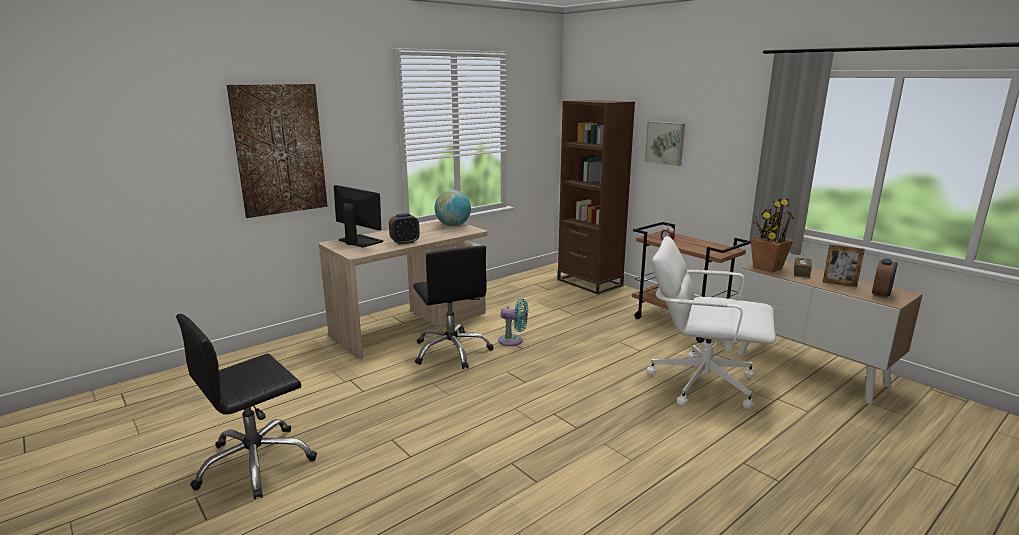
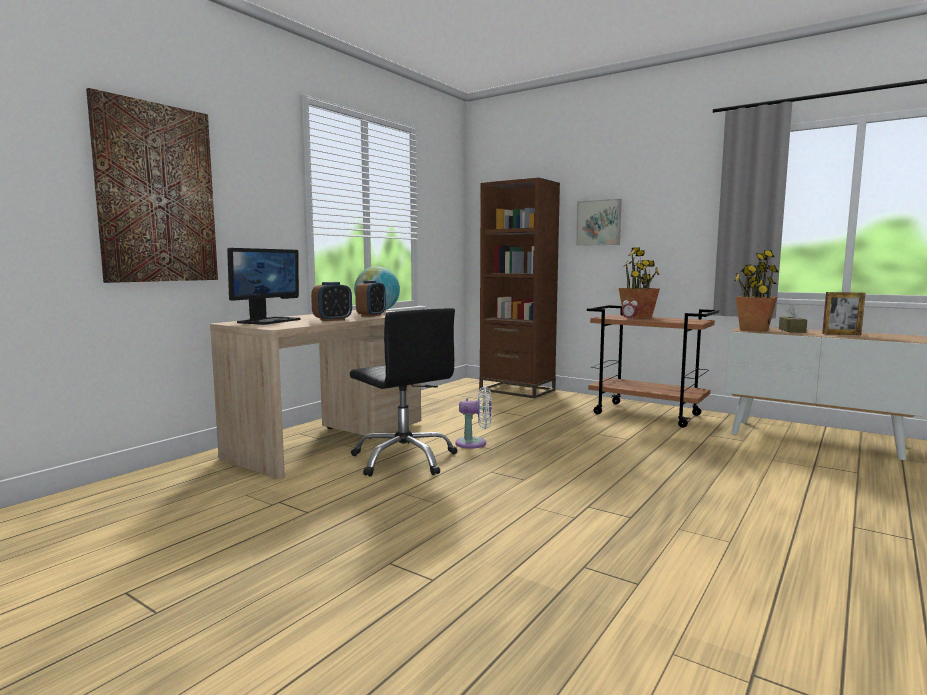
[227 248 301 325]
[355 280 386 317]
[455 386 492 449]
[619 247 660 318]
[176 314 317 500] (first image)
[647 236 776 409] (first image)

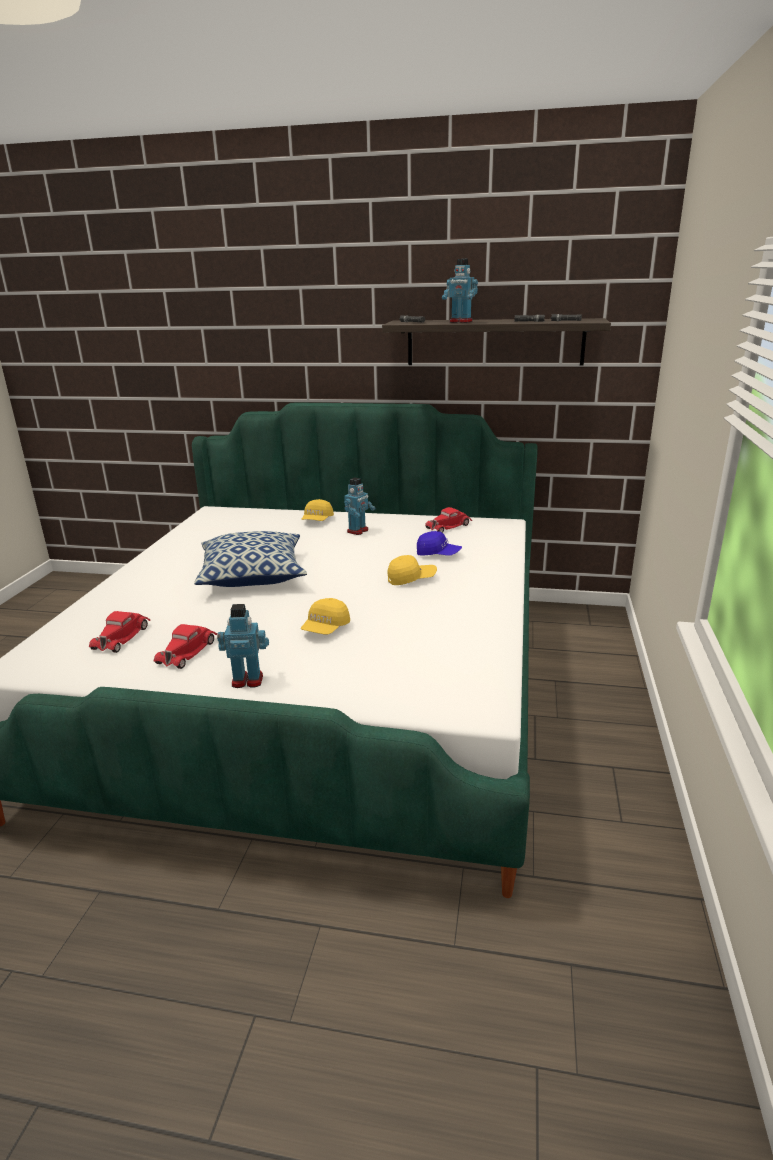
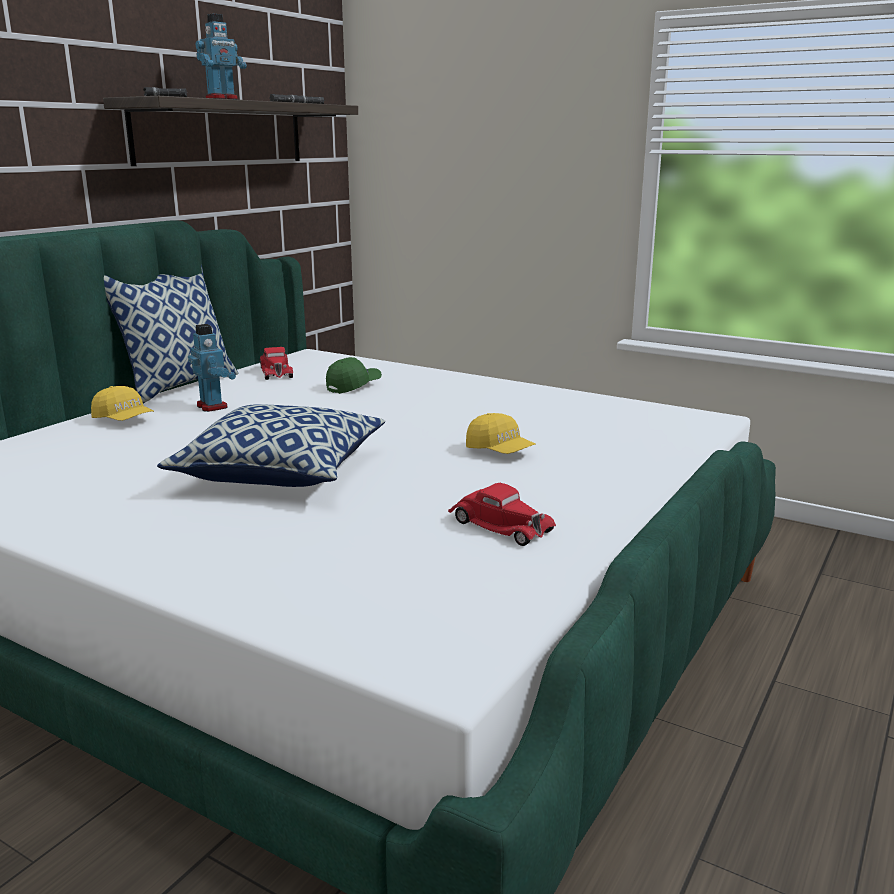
[104 264 238 404]
[326 357 382 394]
[89 611 150 653] (first image)
[217 604 269 688] (first image)
[388 555 437 585] (first image)

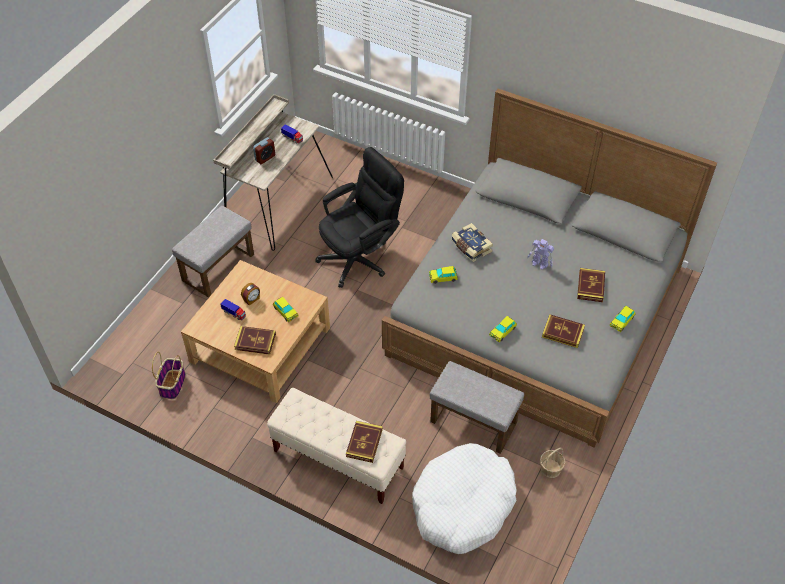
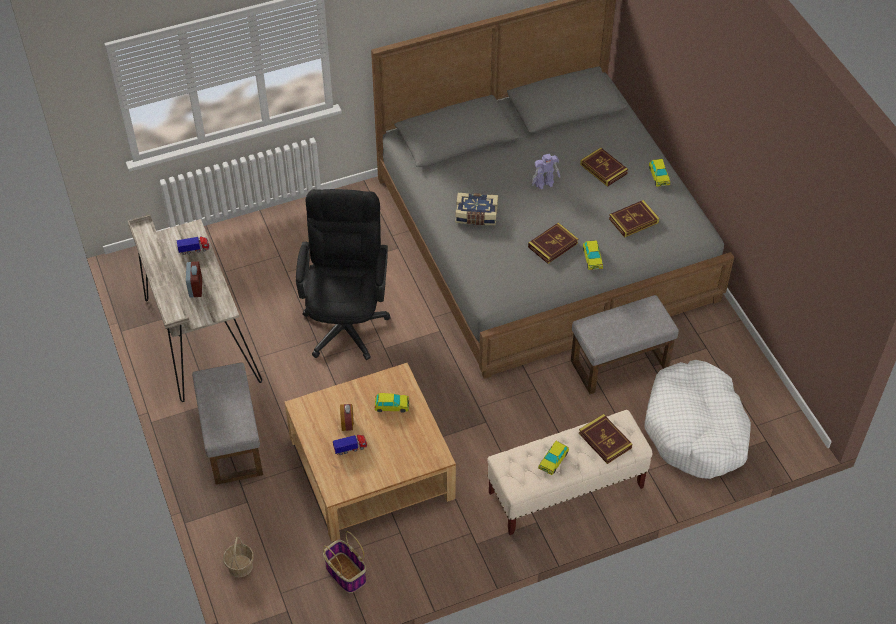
[223 537 254 577]
[528 223 578 264]
[538 441 569 475]

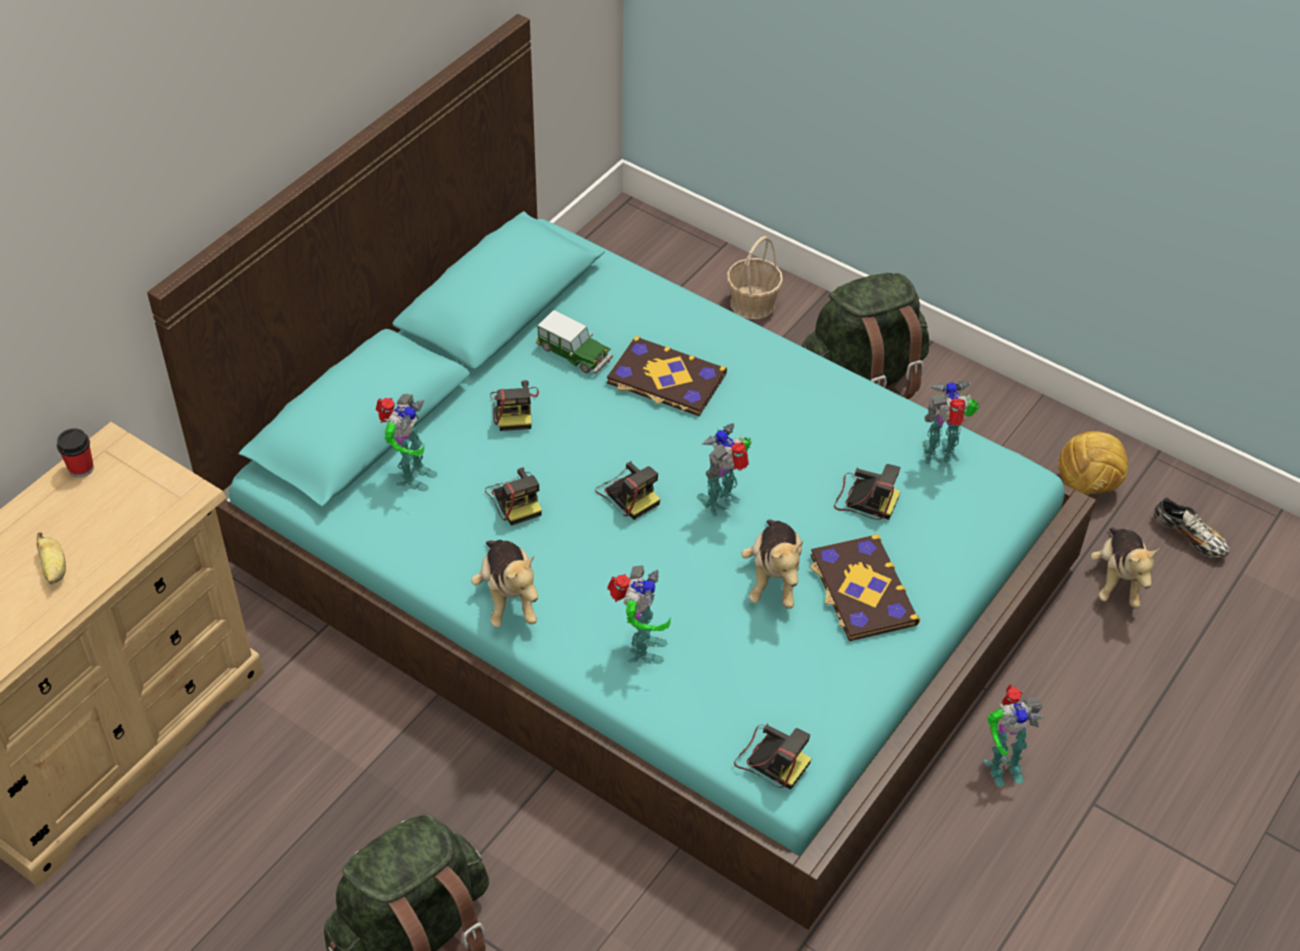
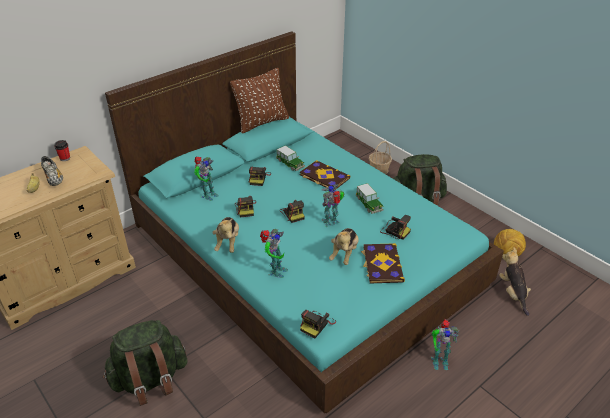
[41 156 63 186]
[230 68 289 133]
[300 310 336 338]
[356 183 384 214]
[499 247 531 316]
[923 381 980 464] (first image)

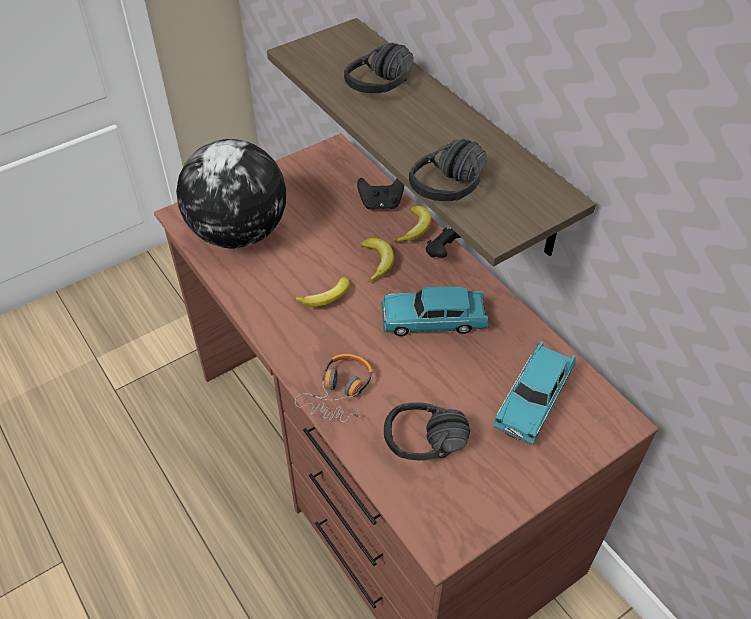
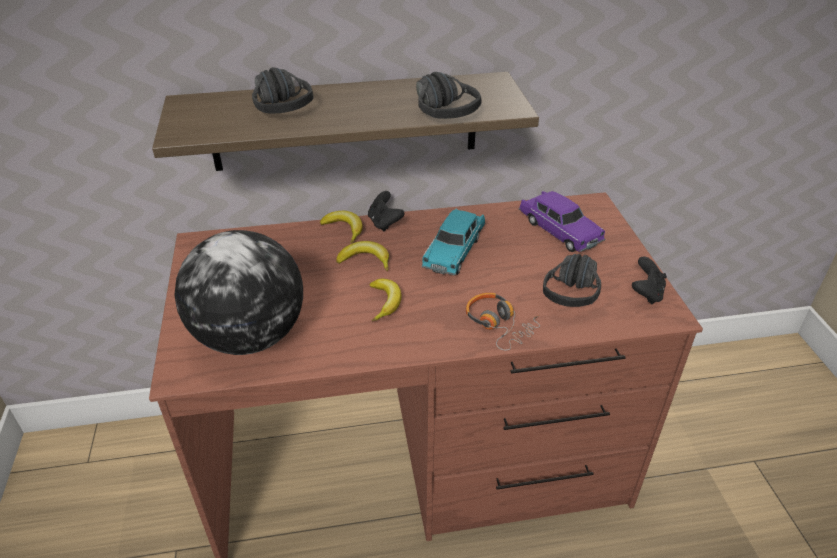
[518 191 605 252]
[632 256 667 304]

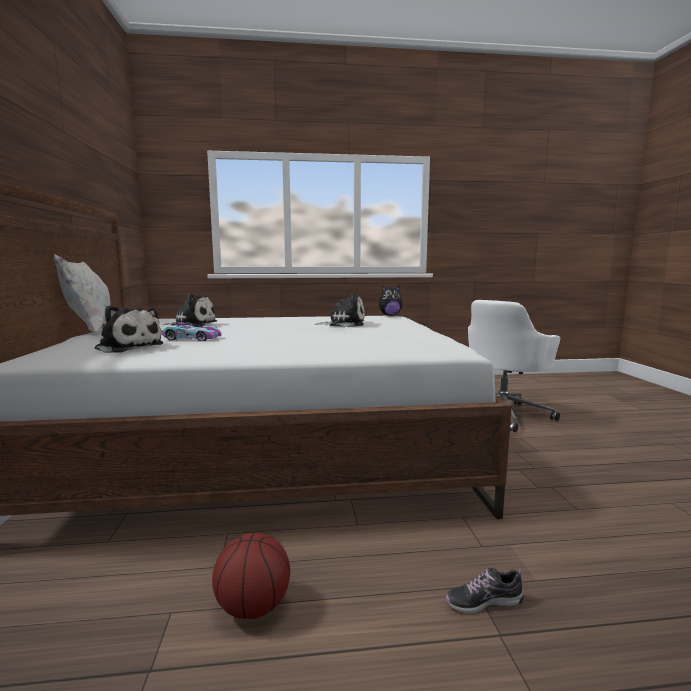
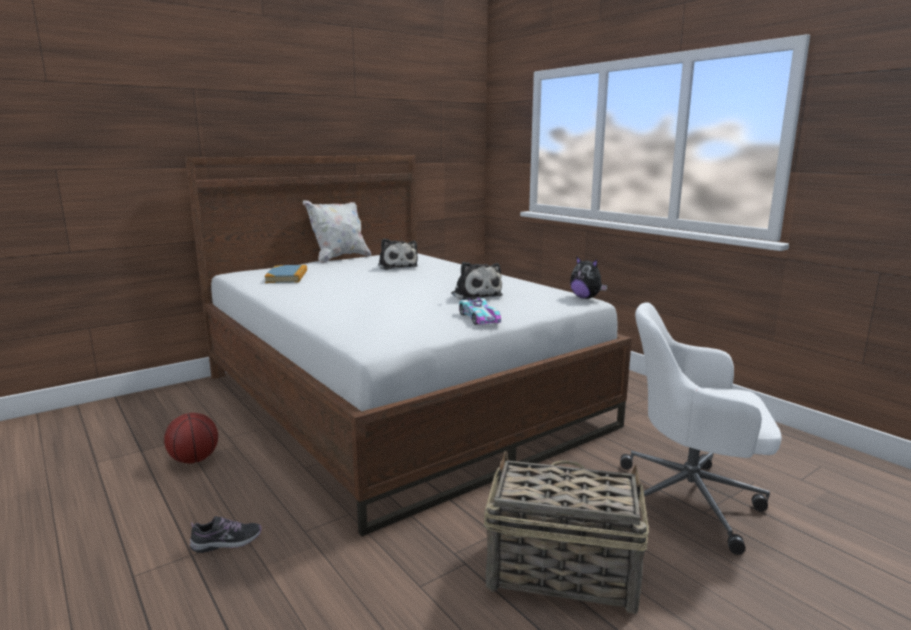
[190 516 261 553]
[264 265 307 283]
[459 297 501 325]
[484 451 649 614]

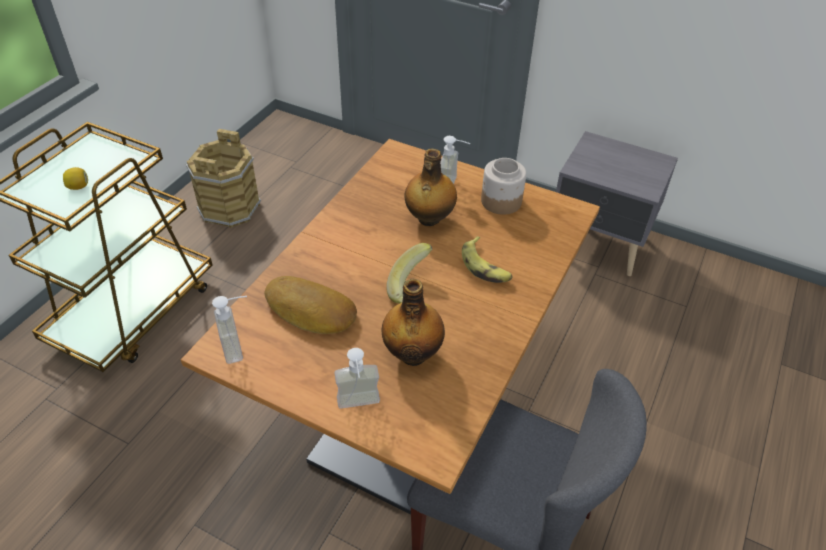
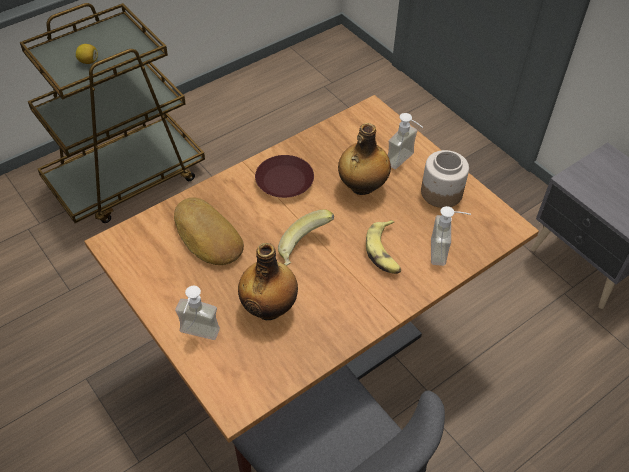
[255 155 314 198]
[431 206 471 266]
[186 129 261 228] (first image)

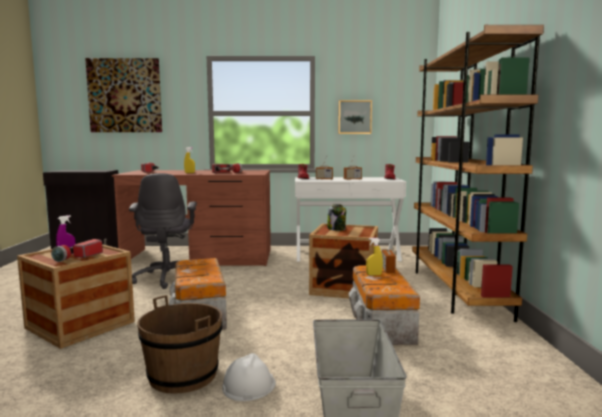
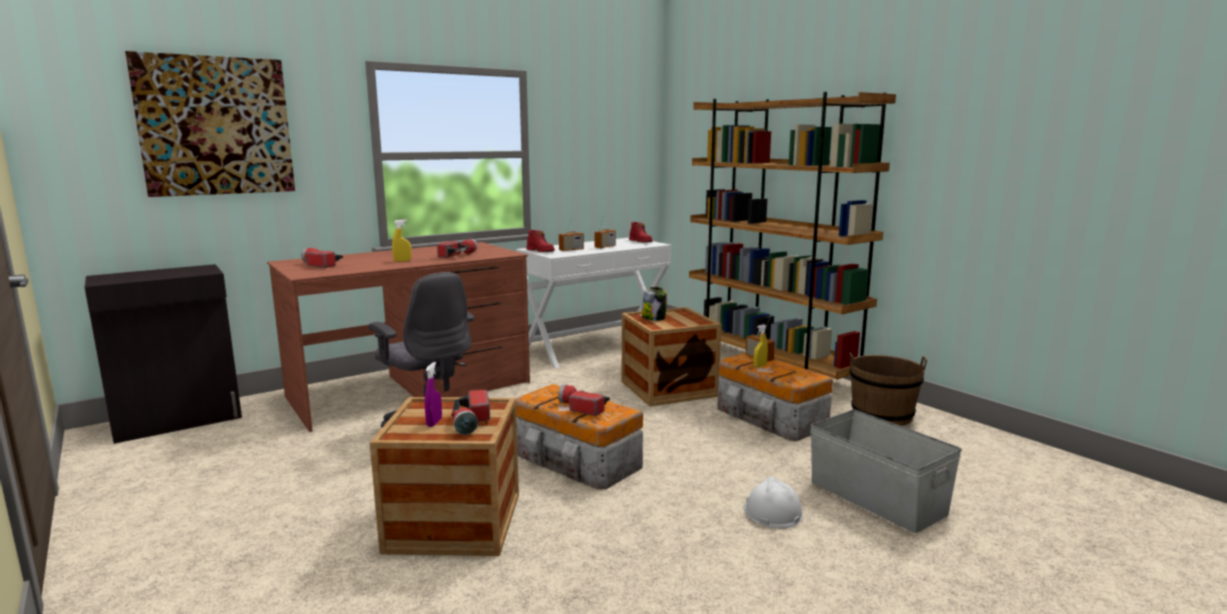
[558 384 610 416]
[850 353 927 426]
[338 100 372 134] (first image)

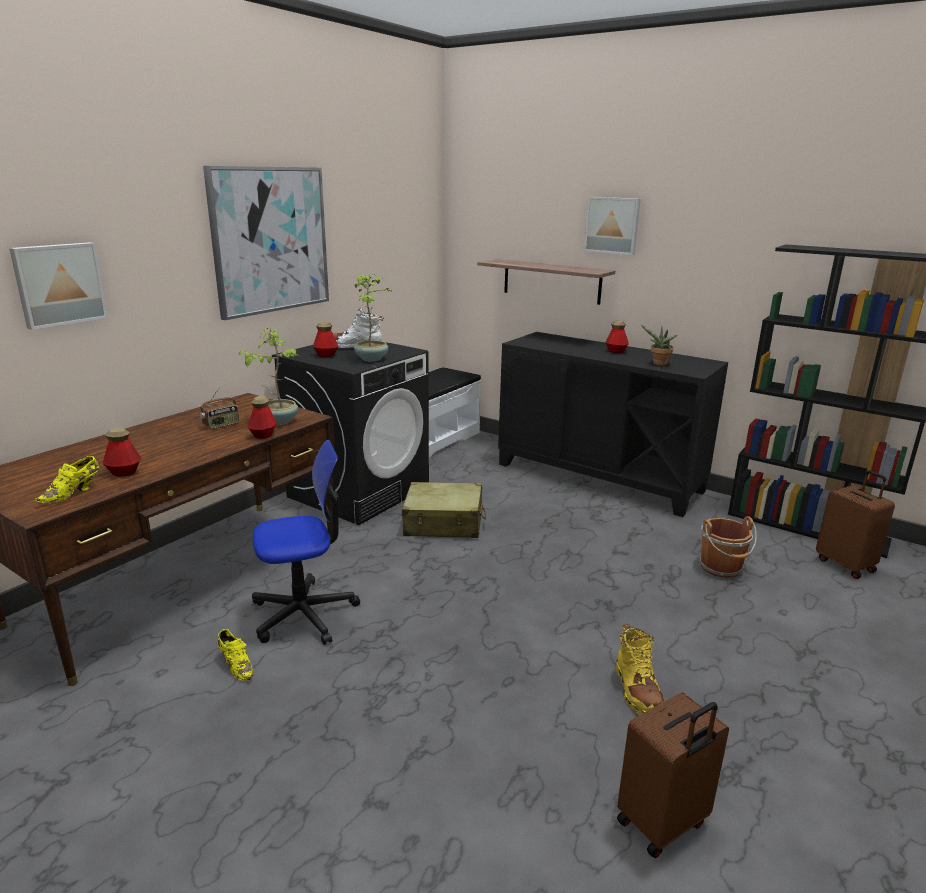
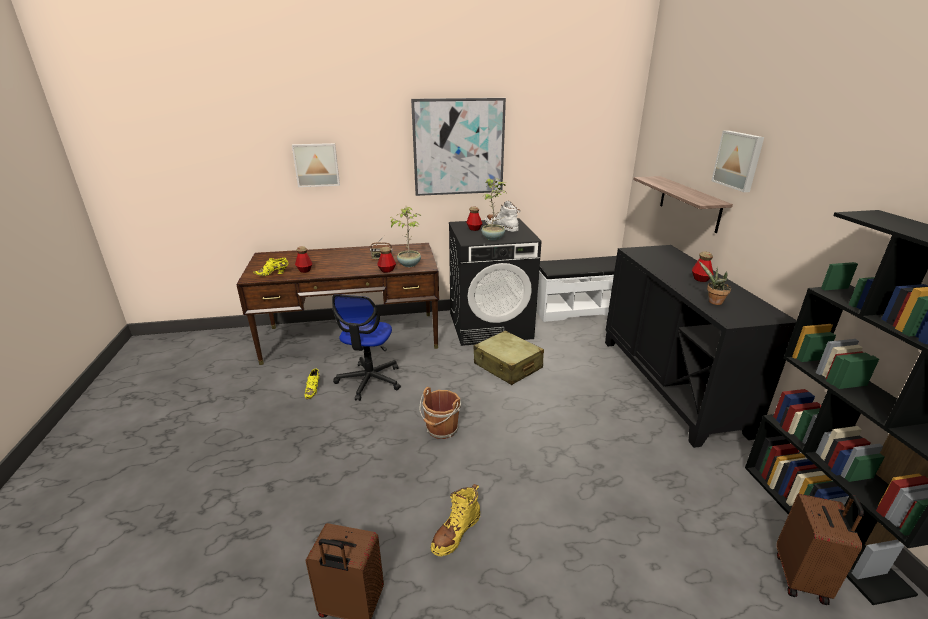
[332 294 401 401]
[419 387 461 439]

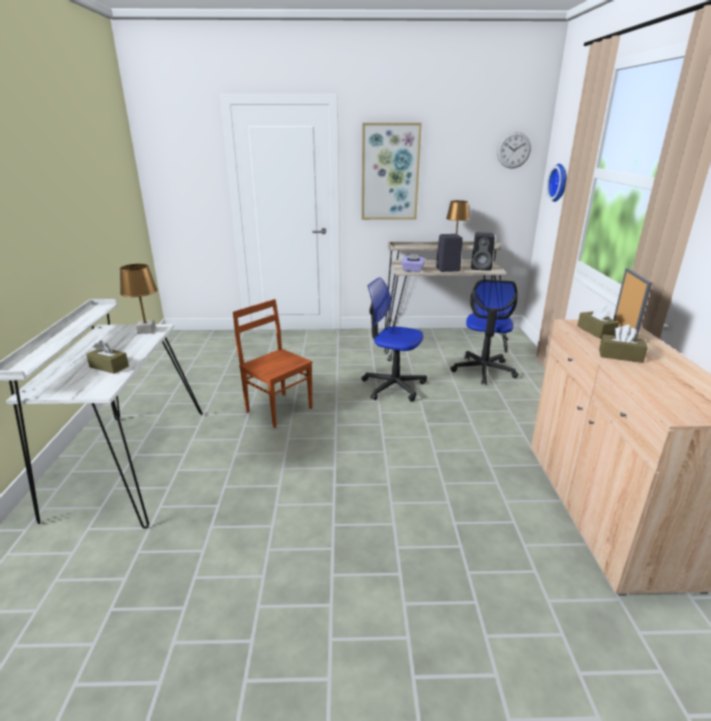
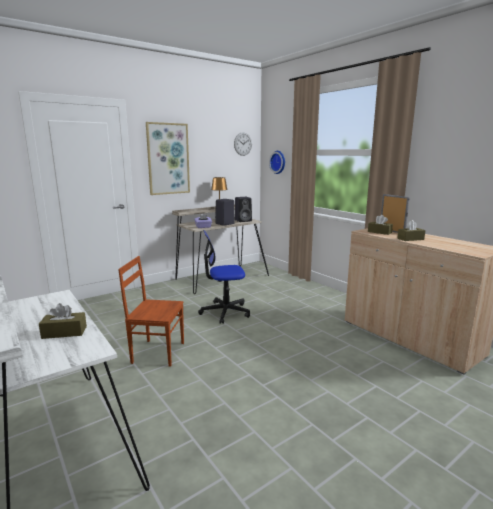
[120 264 157 334] (first image)
[451 279 519 385] (first image)

